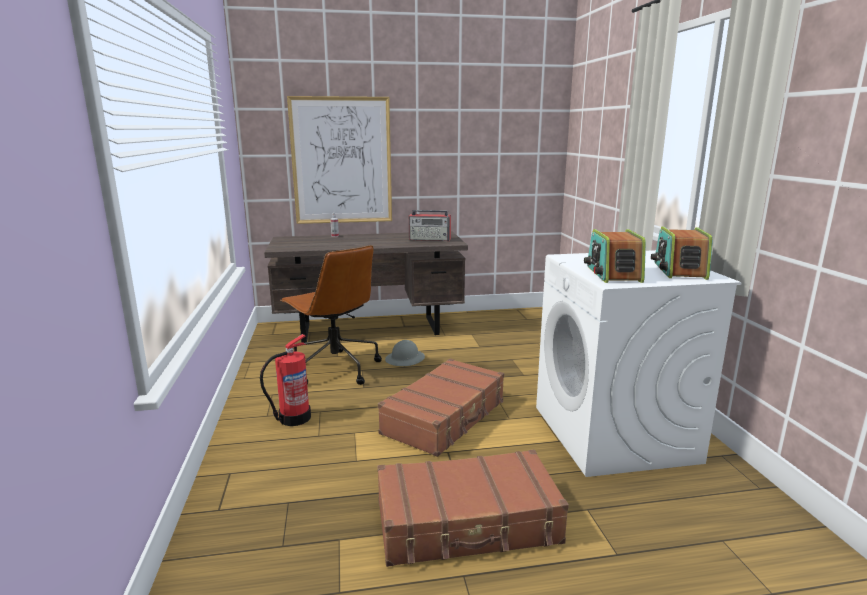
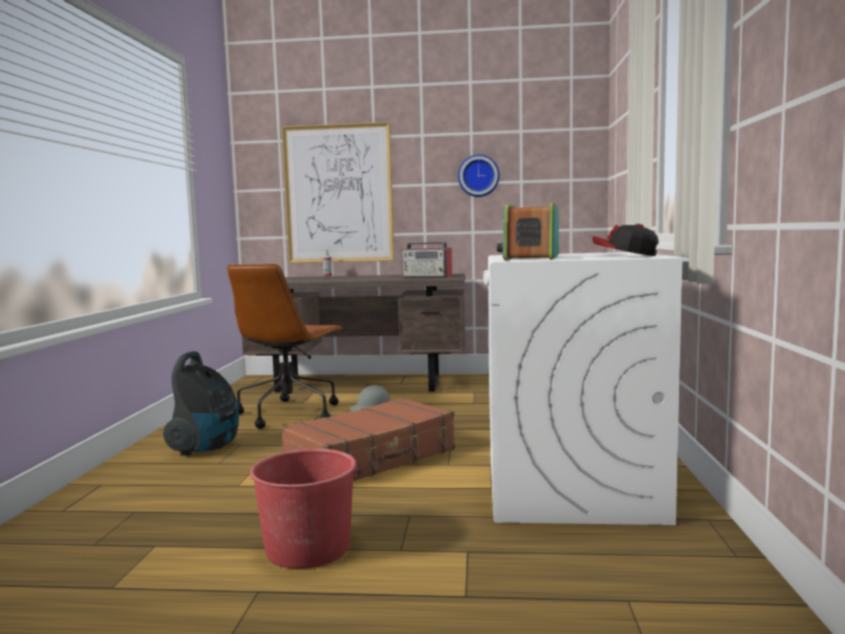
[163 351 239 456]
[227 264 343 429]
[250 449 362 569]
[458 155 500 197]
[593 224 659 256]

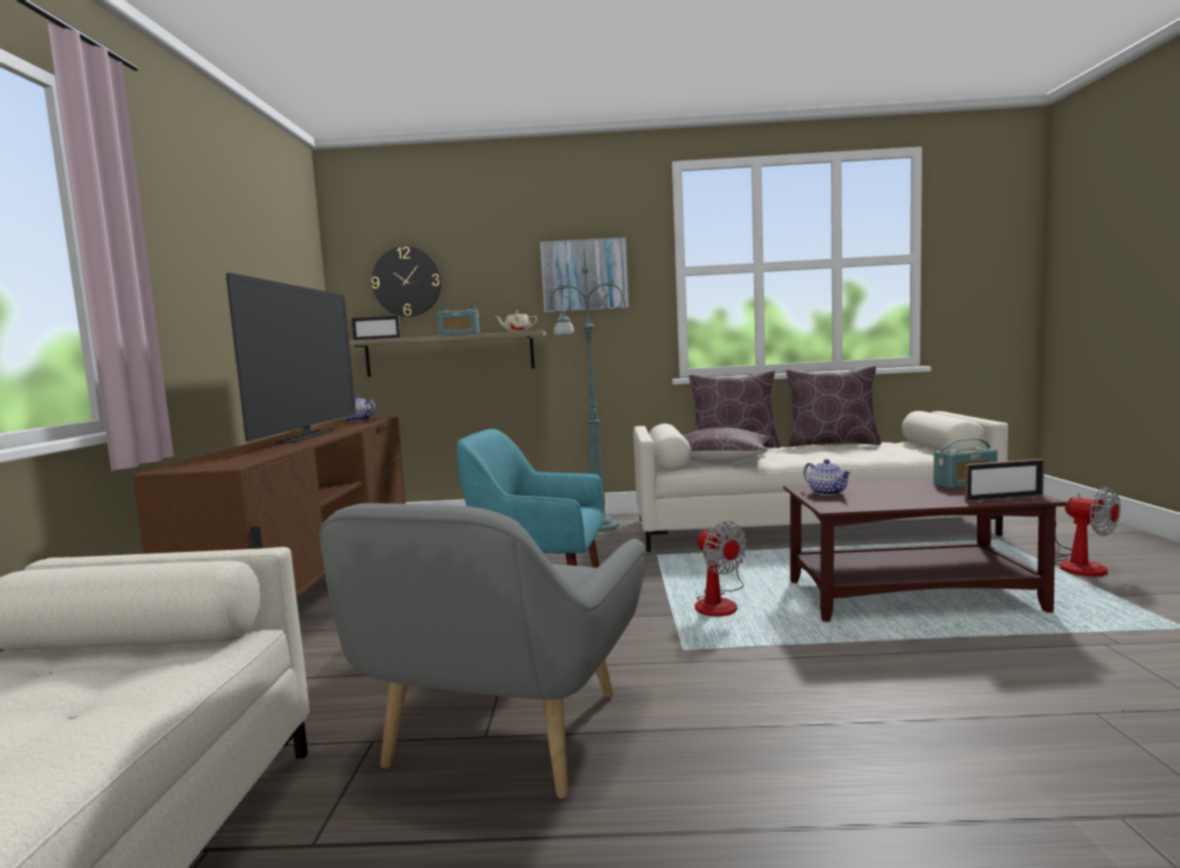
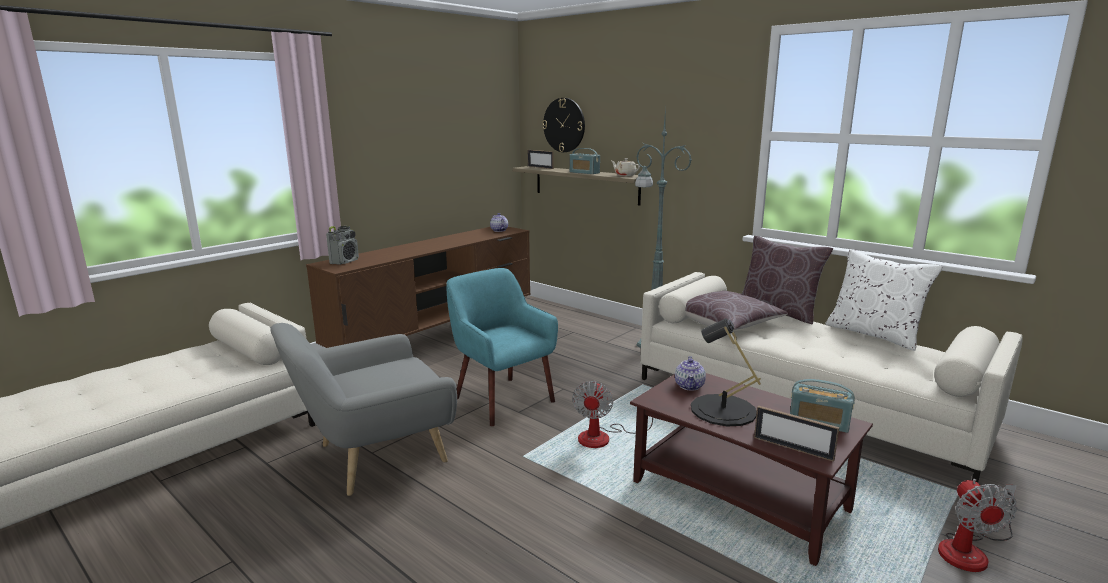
[326 226 359 265]
[691 318 761 426]
[825 249 943 351]
[226 273 356 444] (first image)
[540 237 629 312] (first image)

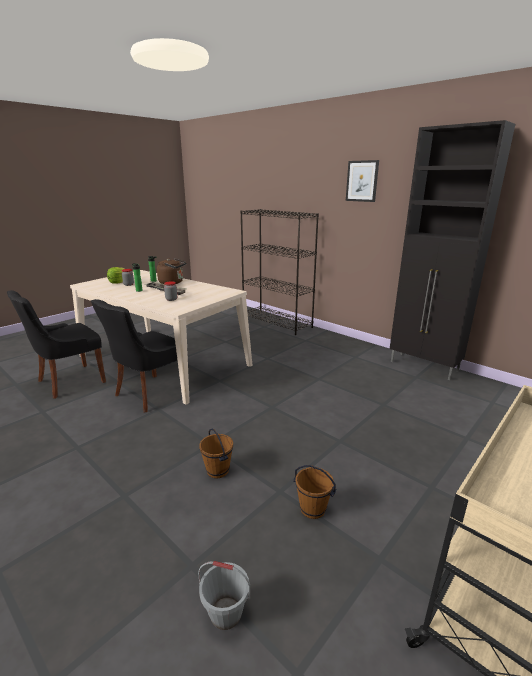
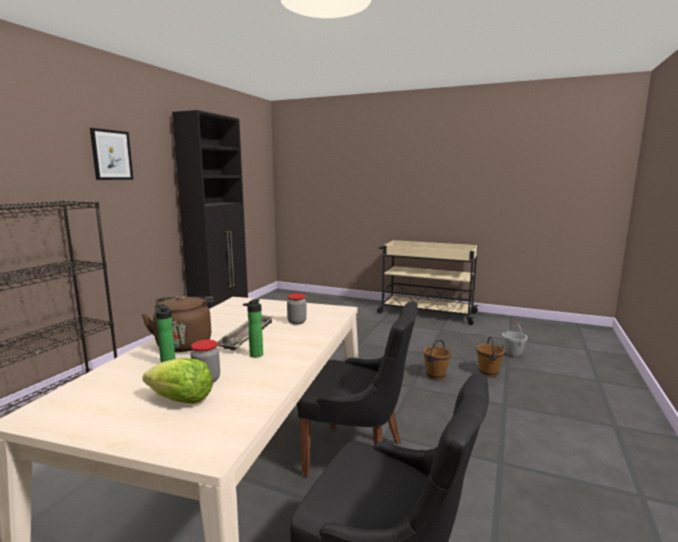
[477 337 505 377]

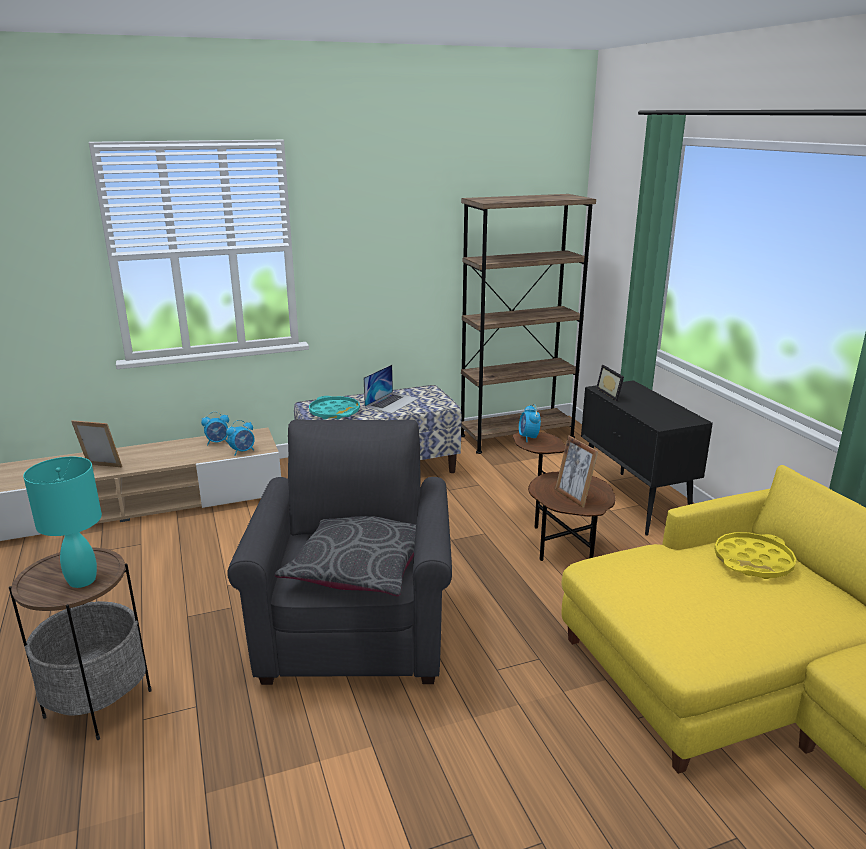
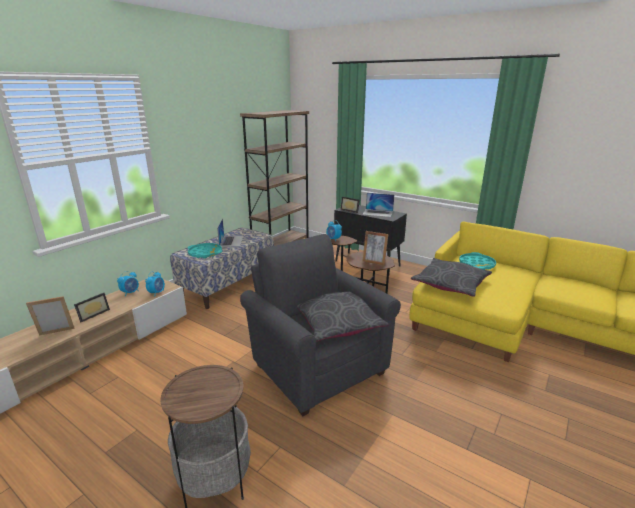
[74 293 110 322]
[362 193 394 217]
[411 258 492 297]
[459 252 496 270]
[23 457 102 588] (first image)

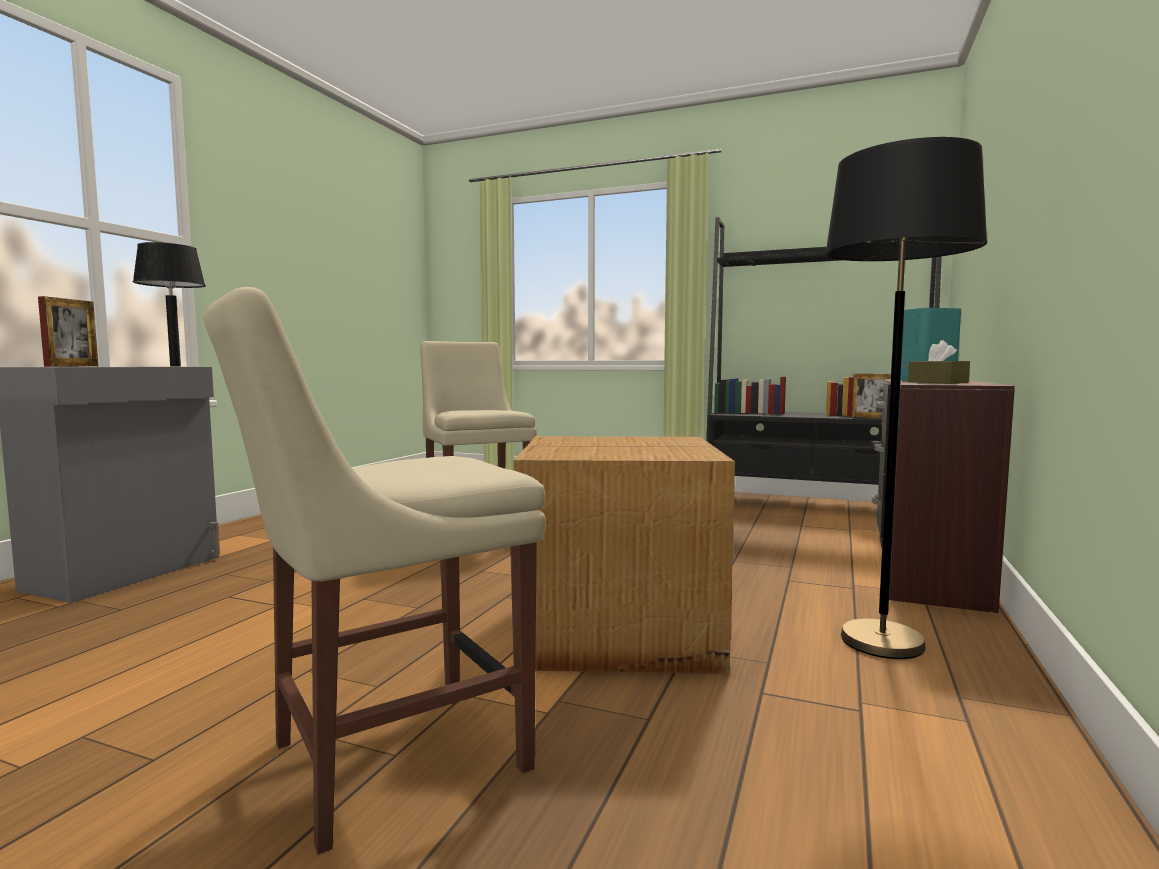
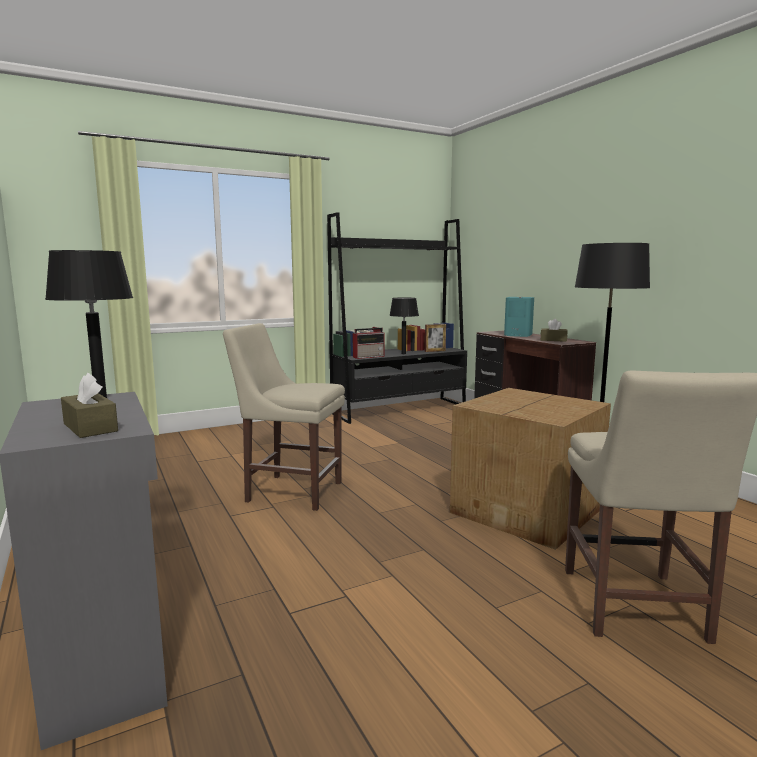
[61 373 118 438]
[353 328 385 359]
[389 297 419 354]

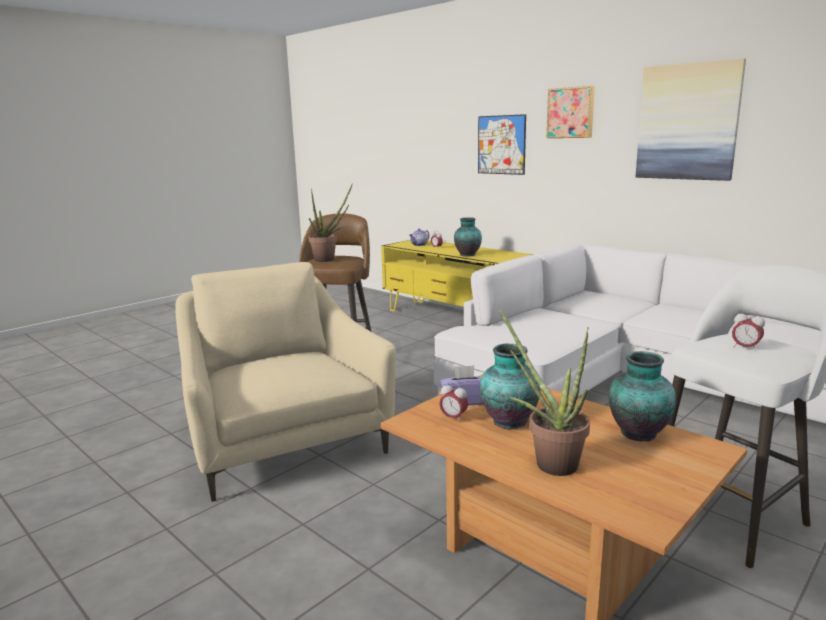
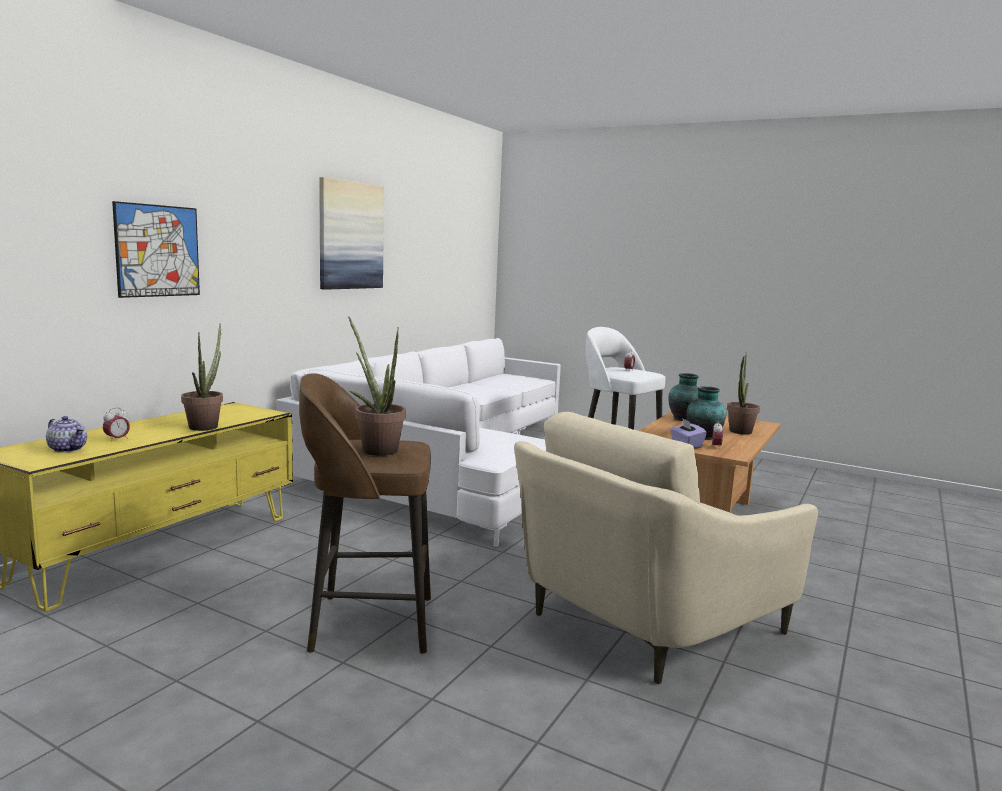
[181 323 223 431]
[546 86 595 138] (first image)

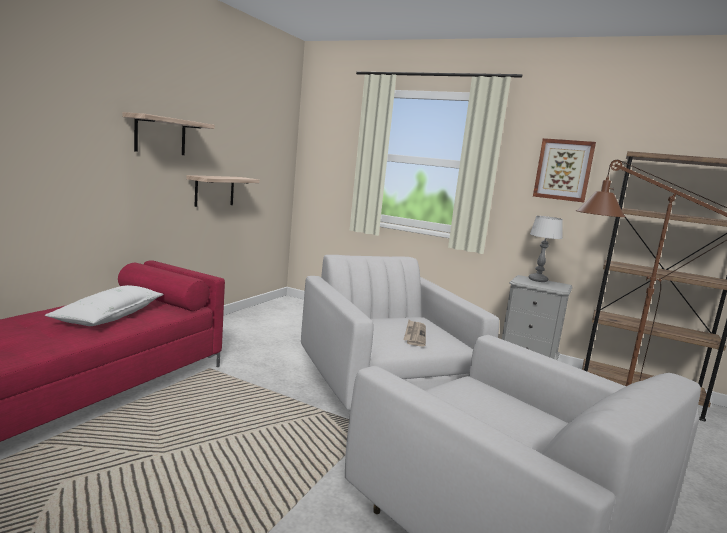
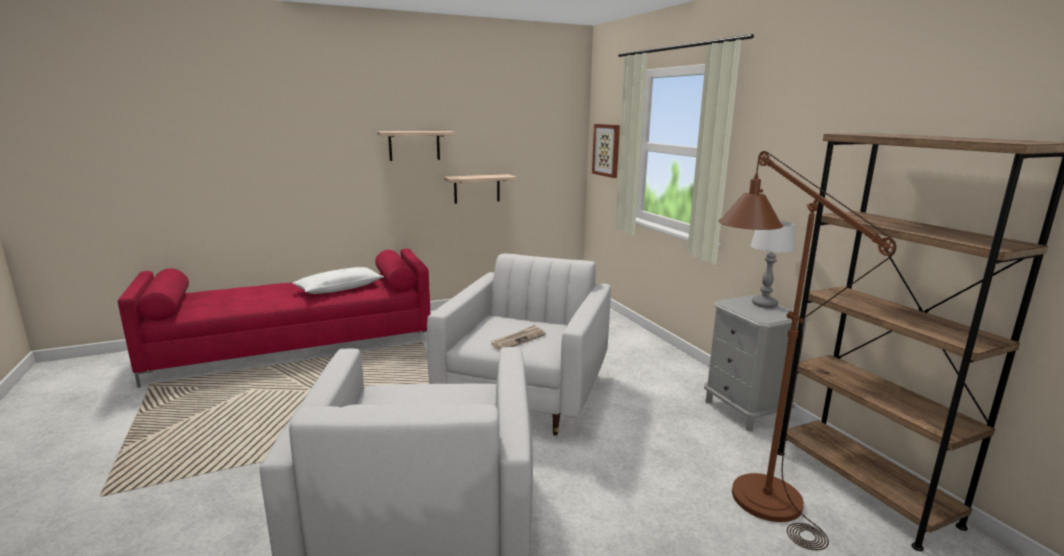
[592 124 620 178]

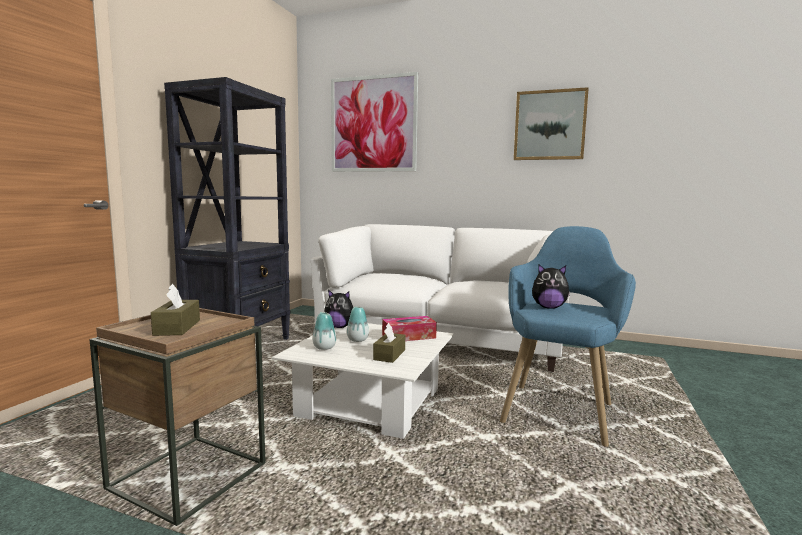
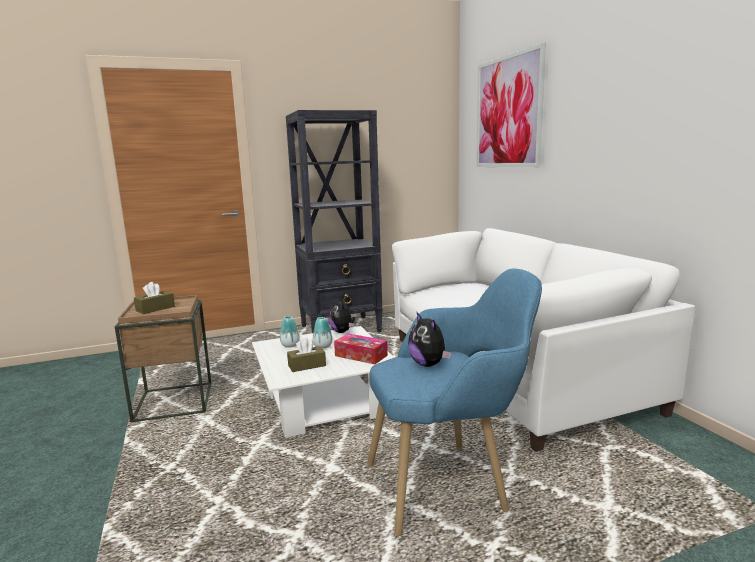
[514 87 589 160] (first image)

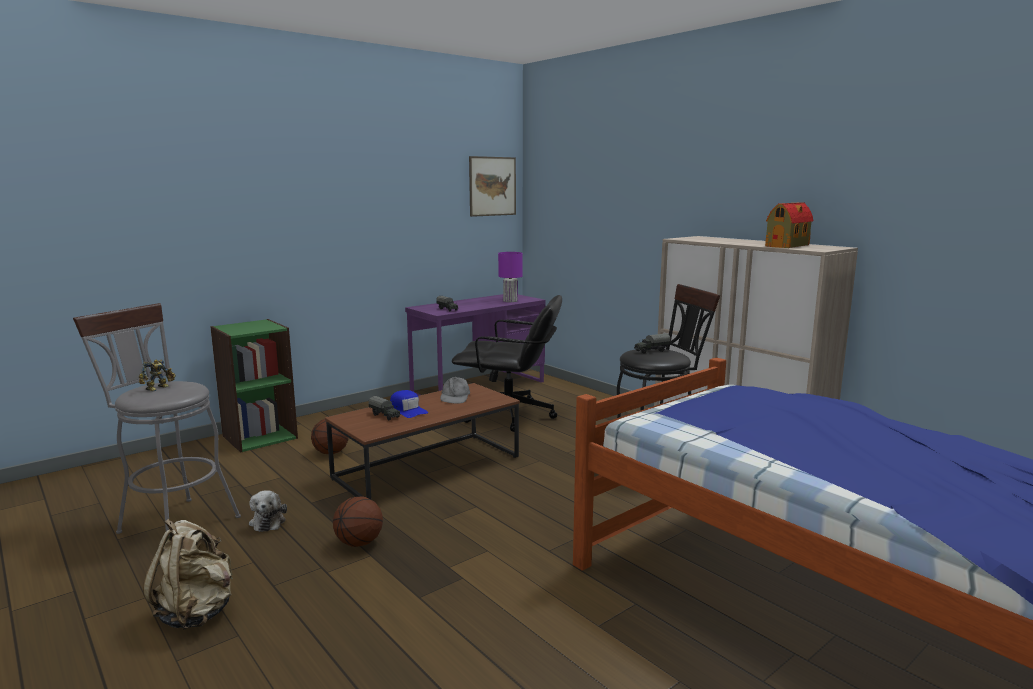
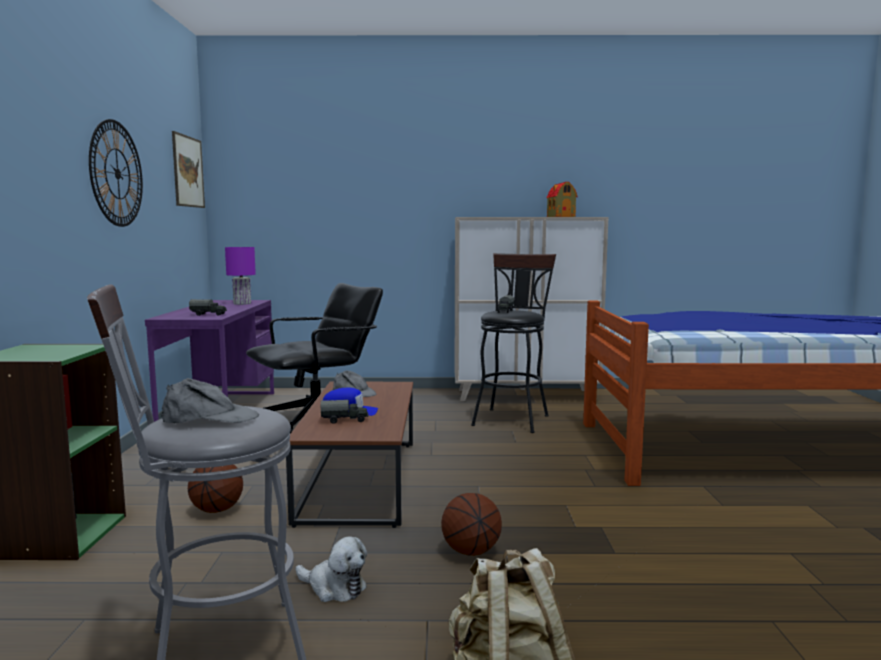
[89 119 143 227]
[161 378 259 423]

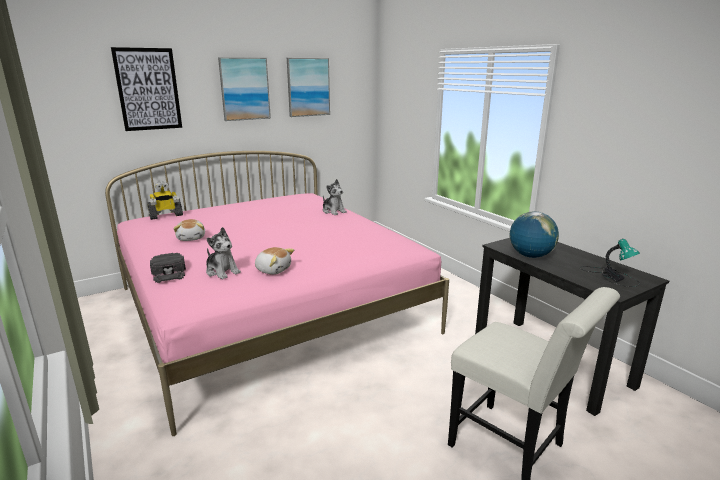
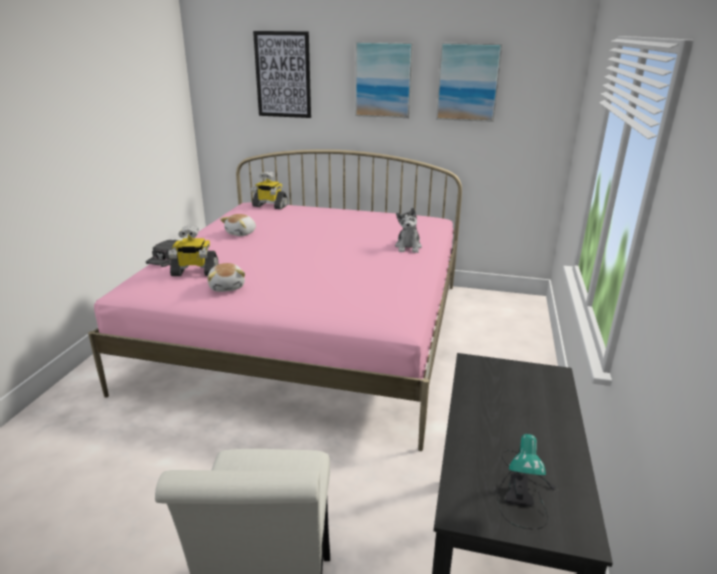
[168 226 218 276]
[510 212 559 258] (first image)

